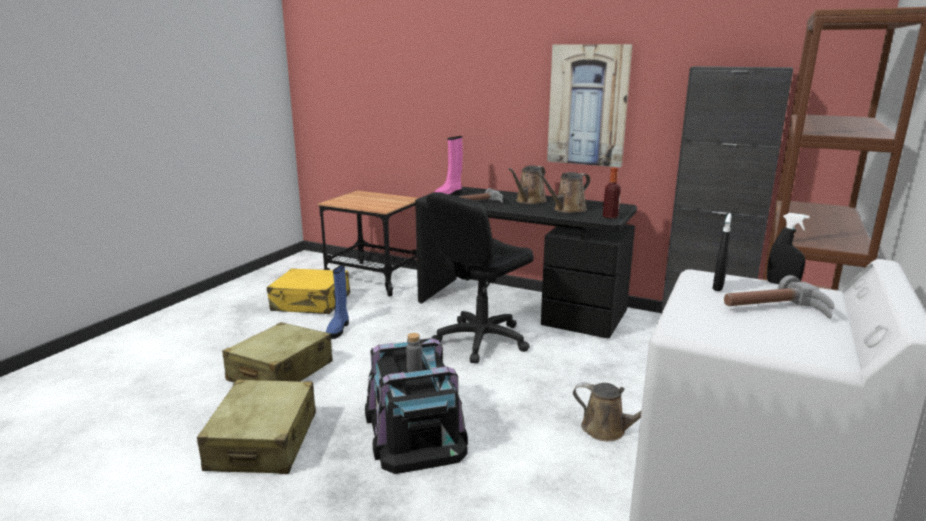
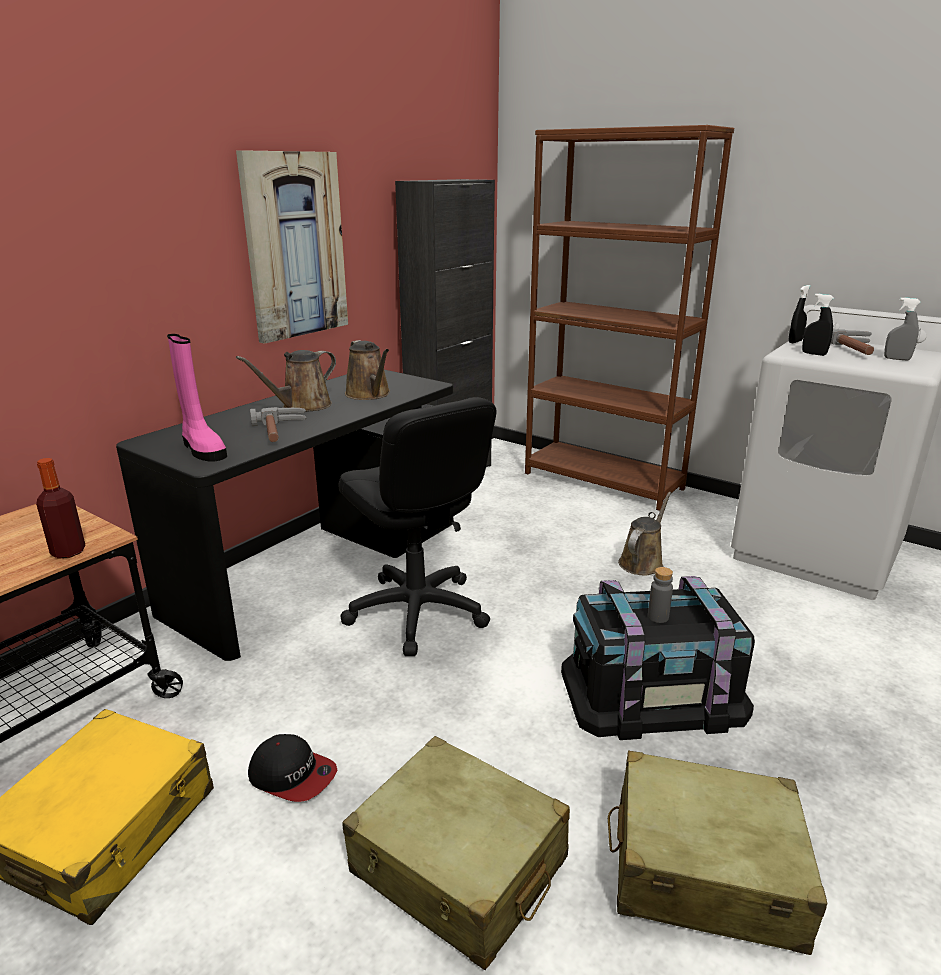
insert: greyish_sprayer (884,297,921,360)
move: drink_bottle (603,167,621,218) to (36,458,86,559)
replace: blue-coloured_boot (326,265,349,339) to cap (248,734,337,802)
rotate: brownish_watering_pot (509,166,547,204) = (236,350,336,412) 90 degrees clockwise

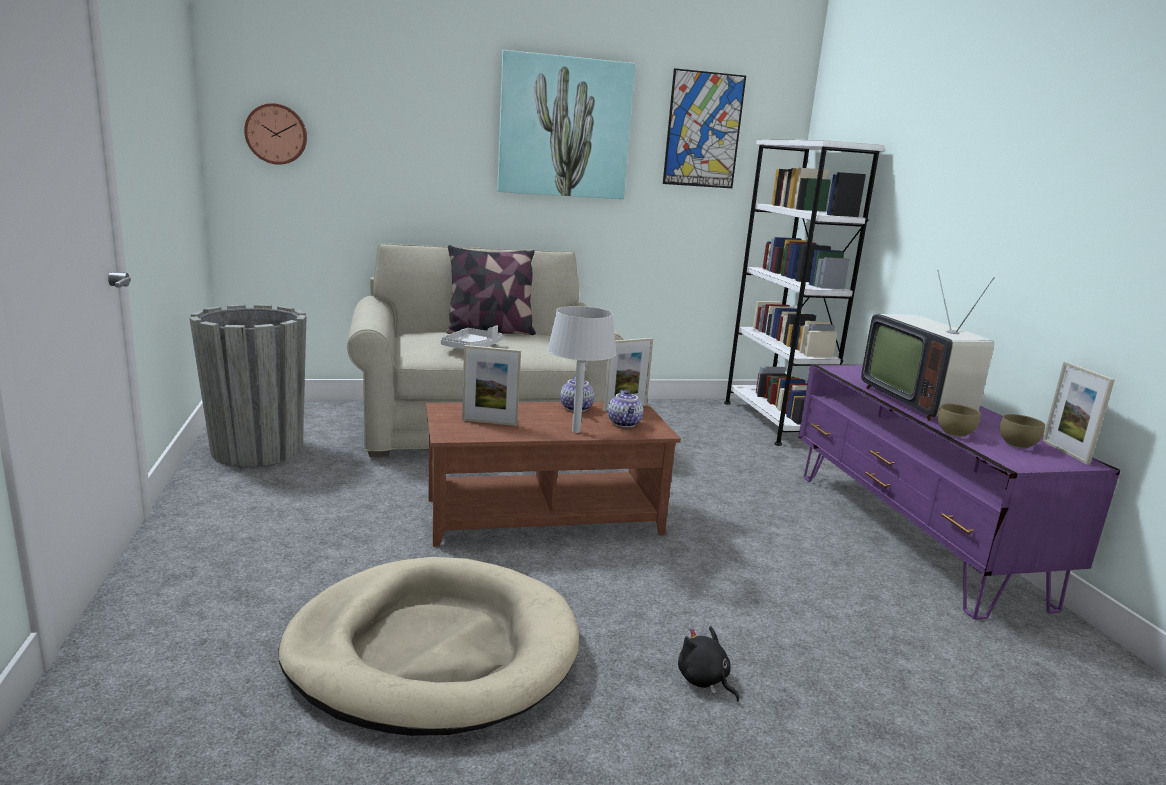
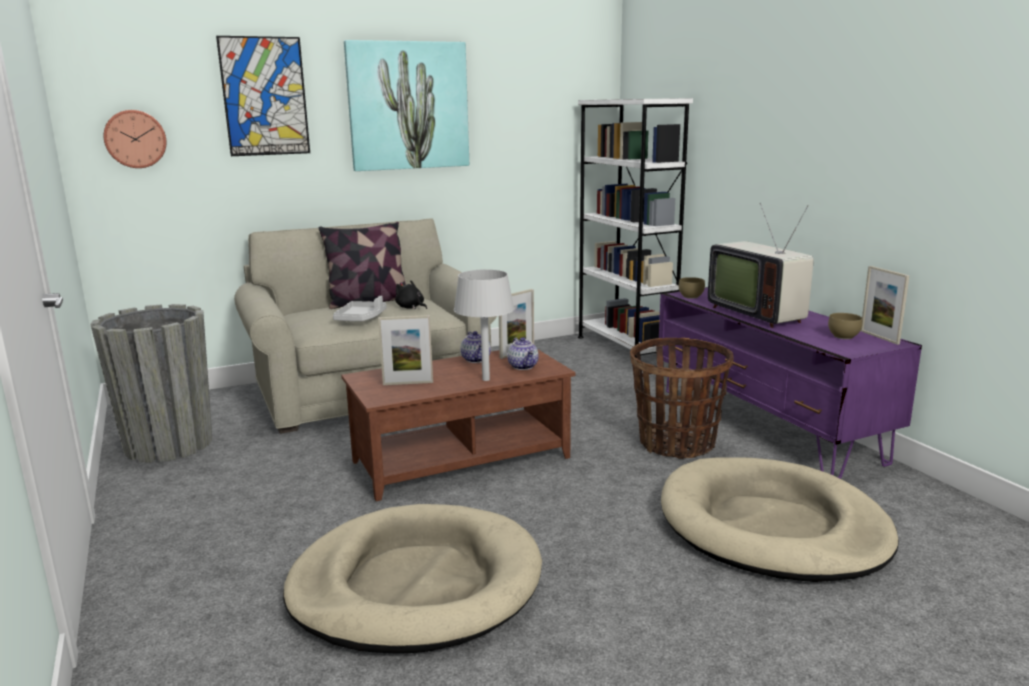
insert: basket (630,338,733,459); beige-coloured_dog_cushion (661,457,899,582)
move: wall_picture (663,68,746,188) to (216,36,310,156); black_cuddly_toy (678,626,739,702) to (395,281,427,309); brownish_serving_bowl (938,404,981,437) to (679,277,705,299)

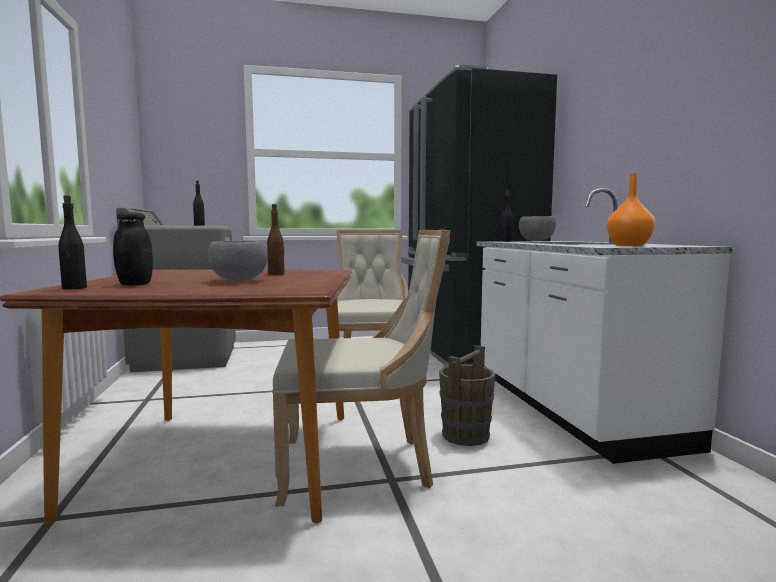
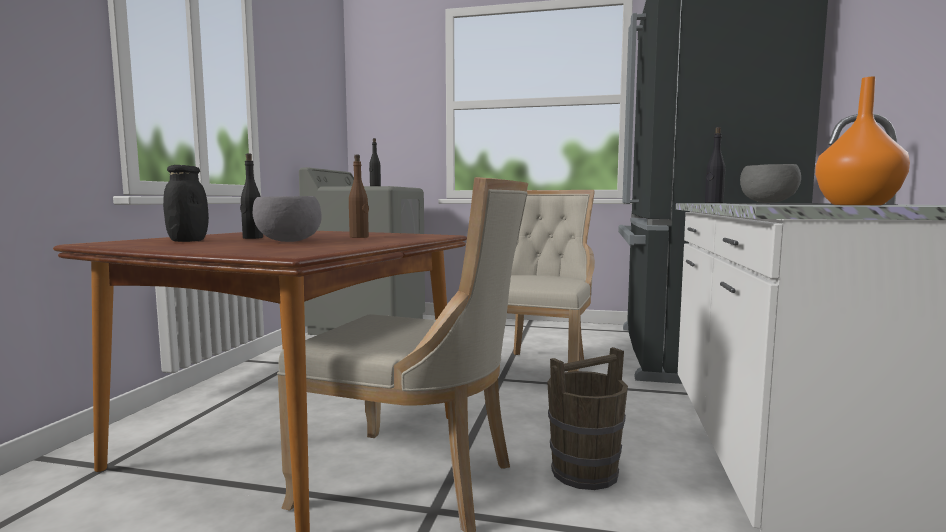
move: black_drink_bottle (58,195,87,289) to (240,153,263,239)

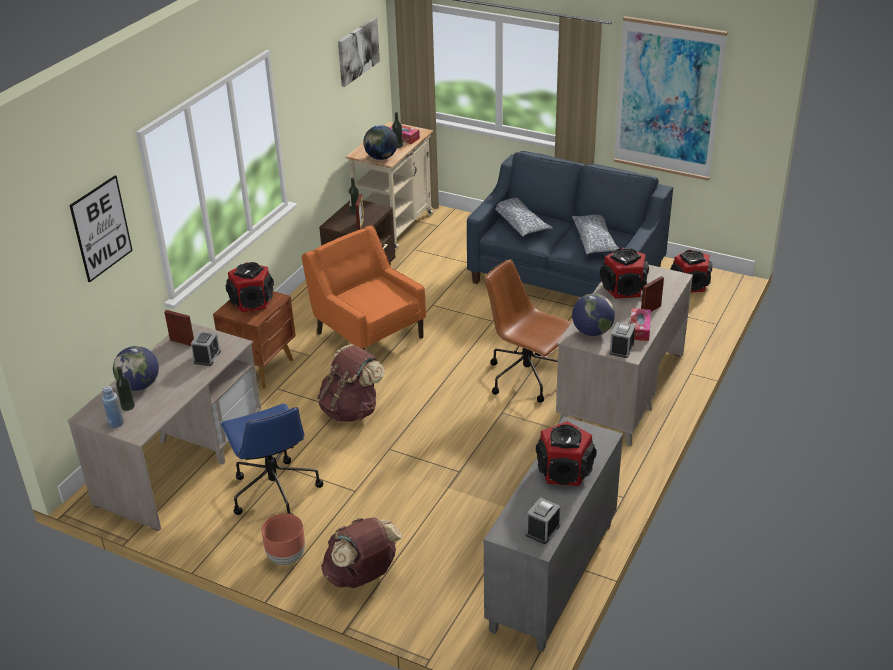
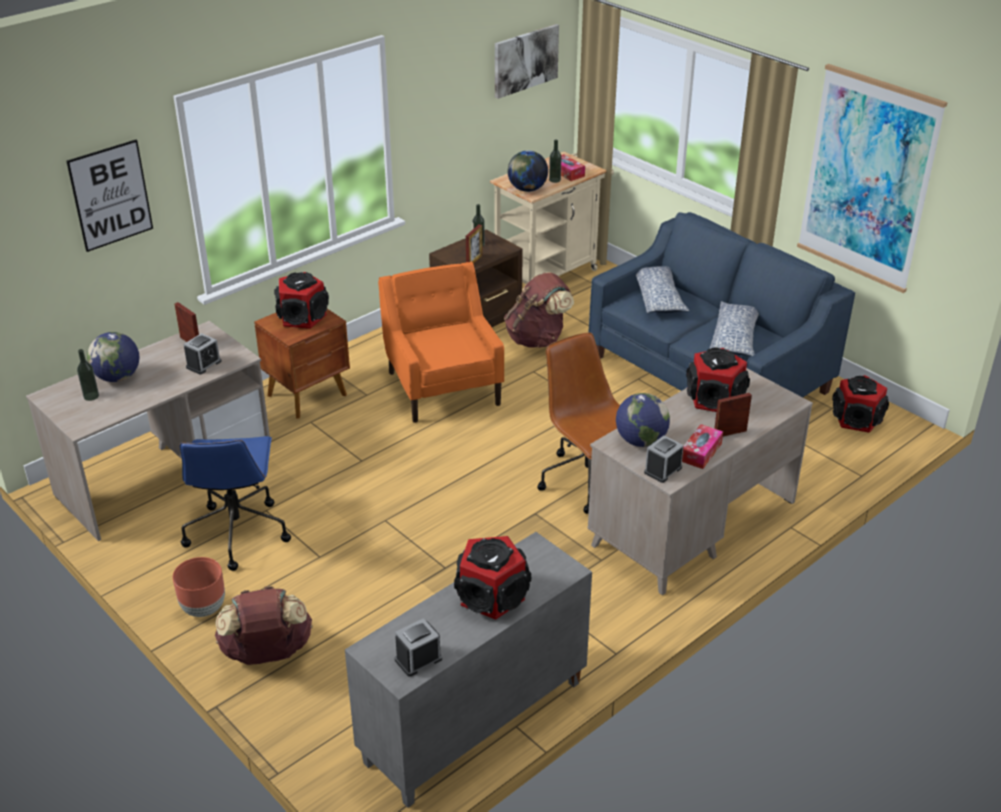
delete: blue-coloured_drink_bottle (102,386,124,428)
move: brownish_rucksack (317,344,385,422) to (504,272,574,348)

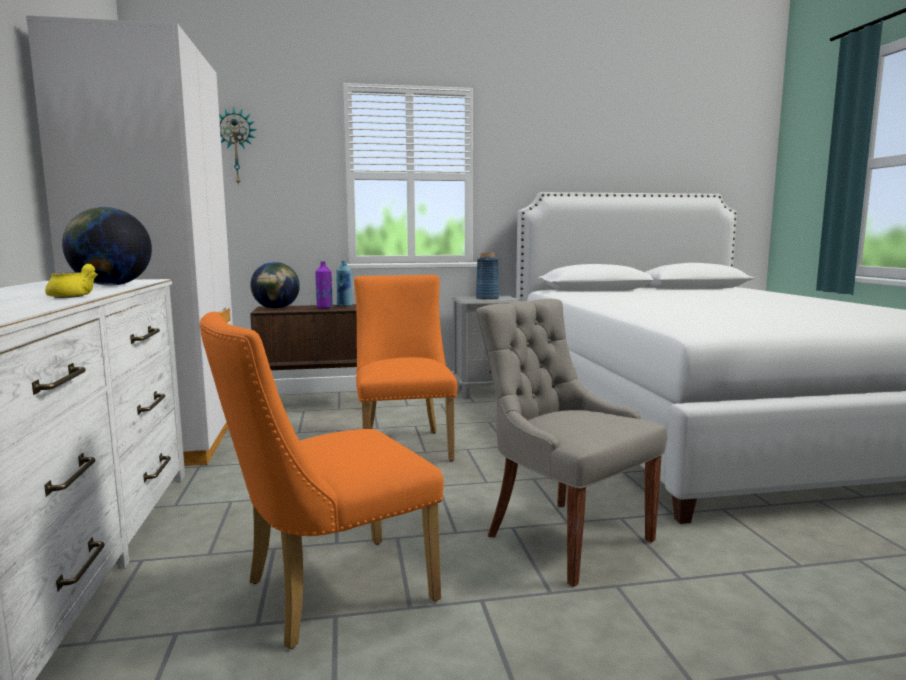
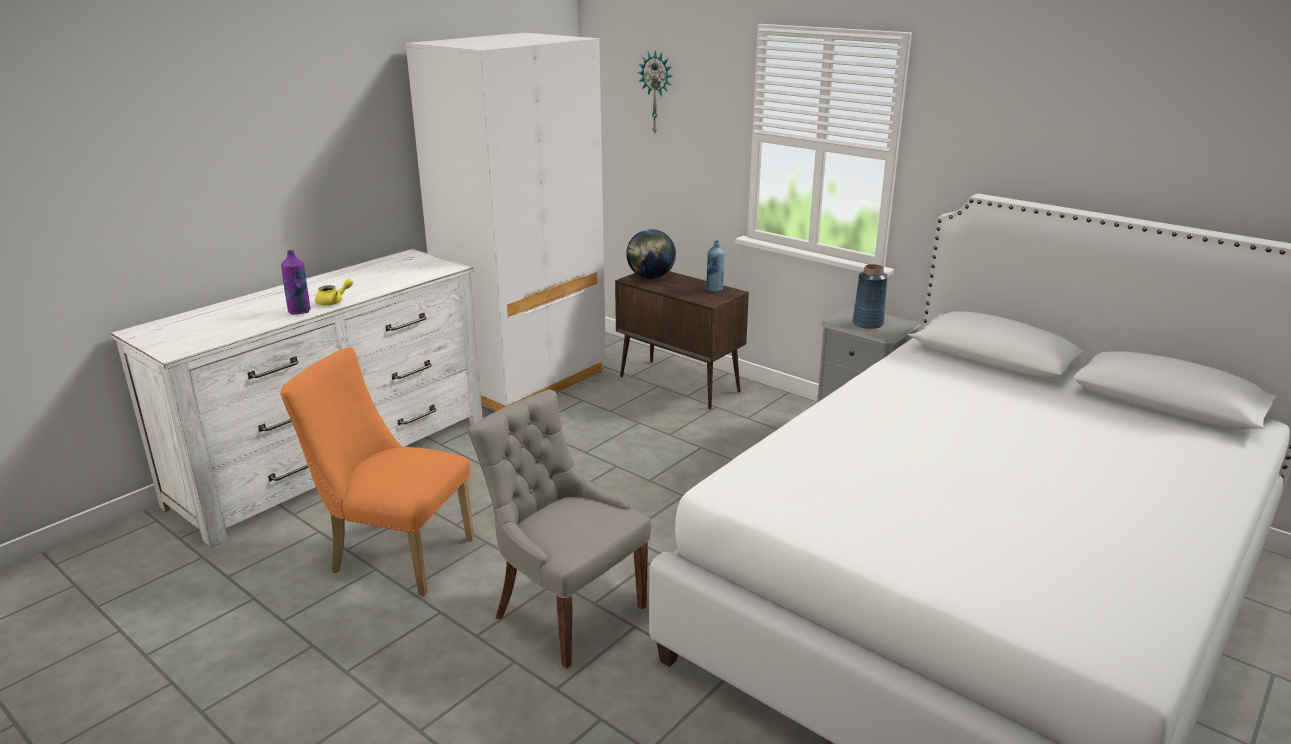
delete: world_globe (62,207,152,286); orange_upright_chair (354,275,457,461)
move: purple_drink_bottle (315,261,333,309) to (281,250,310,315)
rotate: greyish_upright_chair (476,299,667,587) = (468,389,651,668) 60 degrees counterclockwise

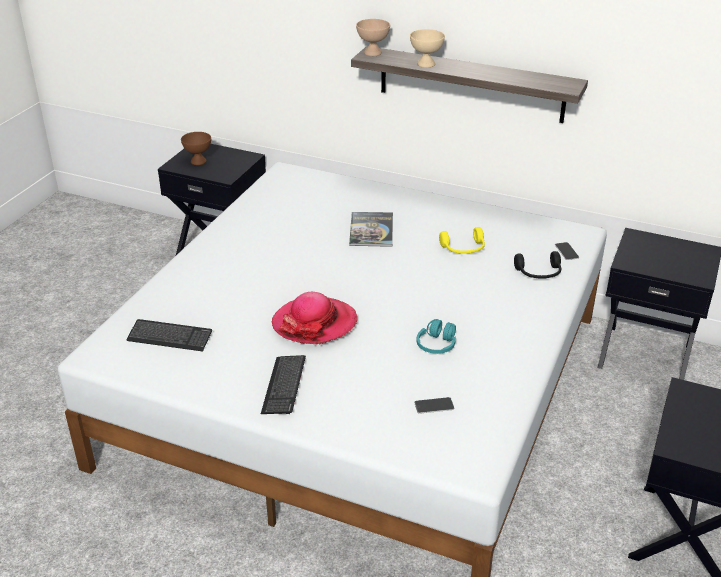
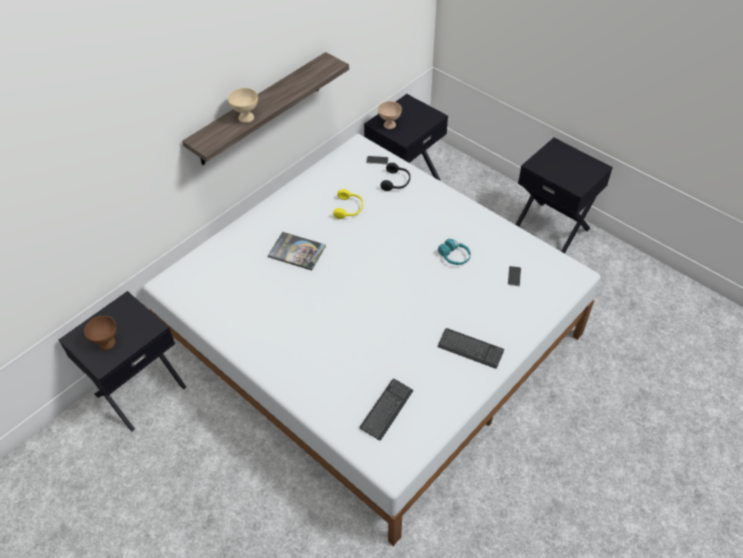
delete: wearable_hat (271,292,357,344)
move: beige-coloured_serving_bowl (356,19,390,56) to (378,101,402,129)

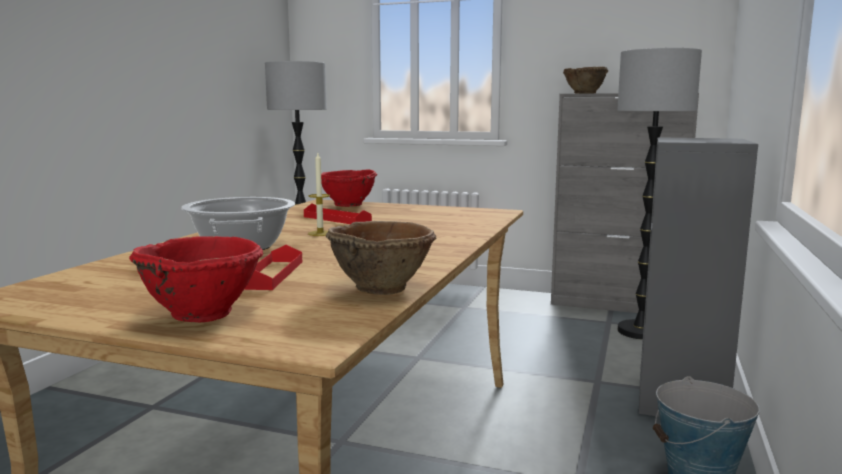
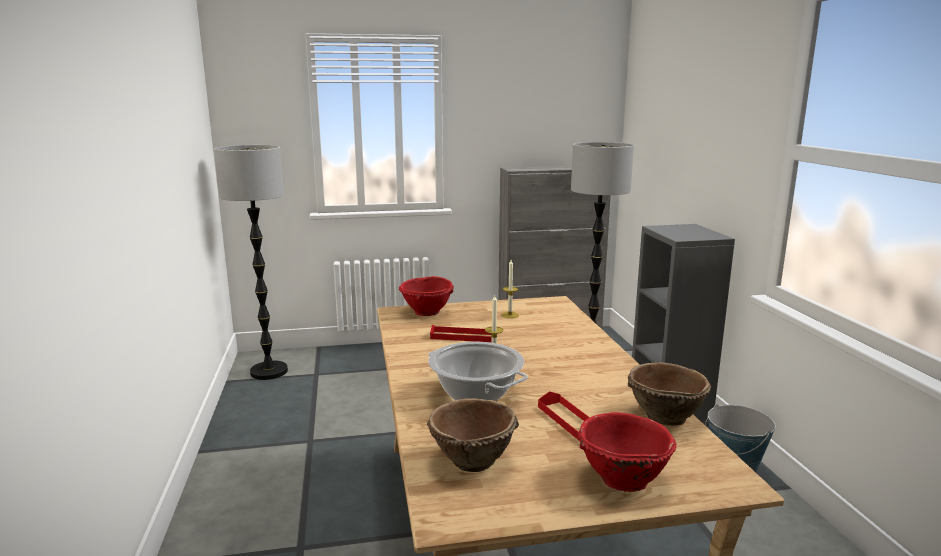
insert: wax_light (501,260,519,318)
move: brownish_serving_bowl (563,67,608,94) to (427,398,519,472)

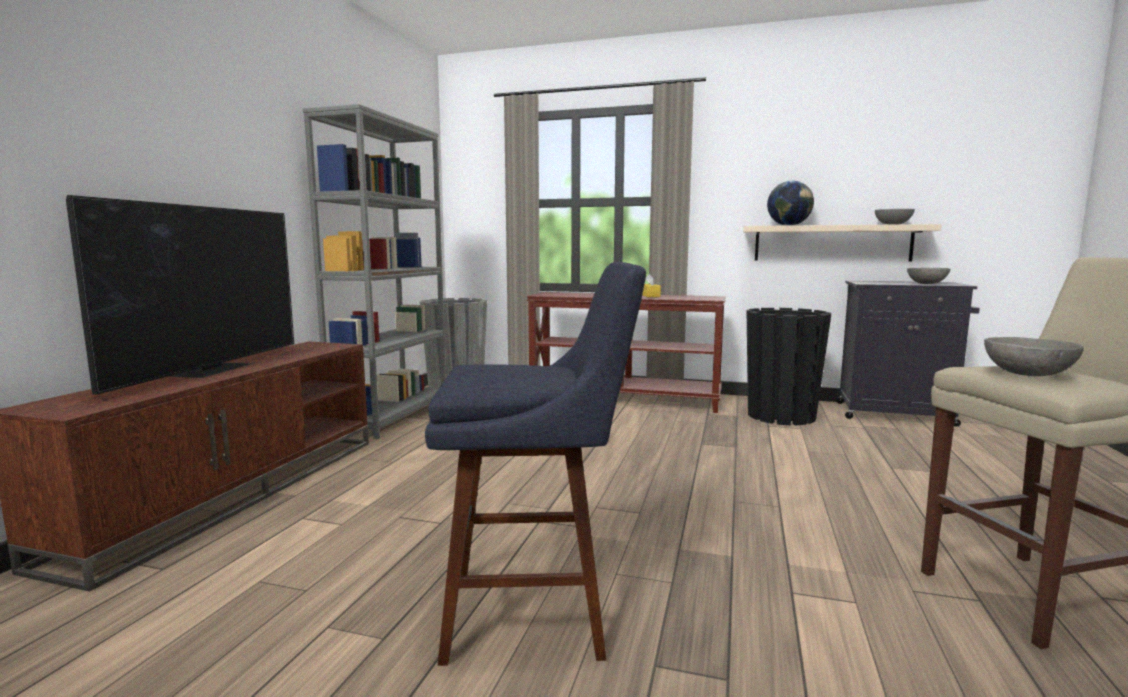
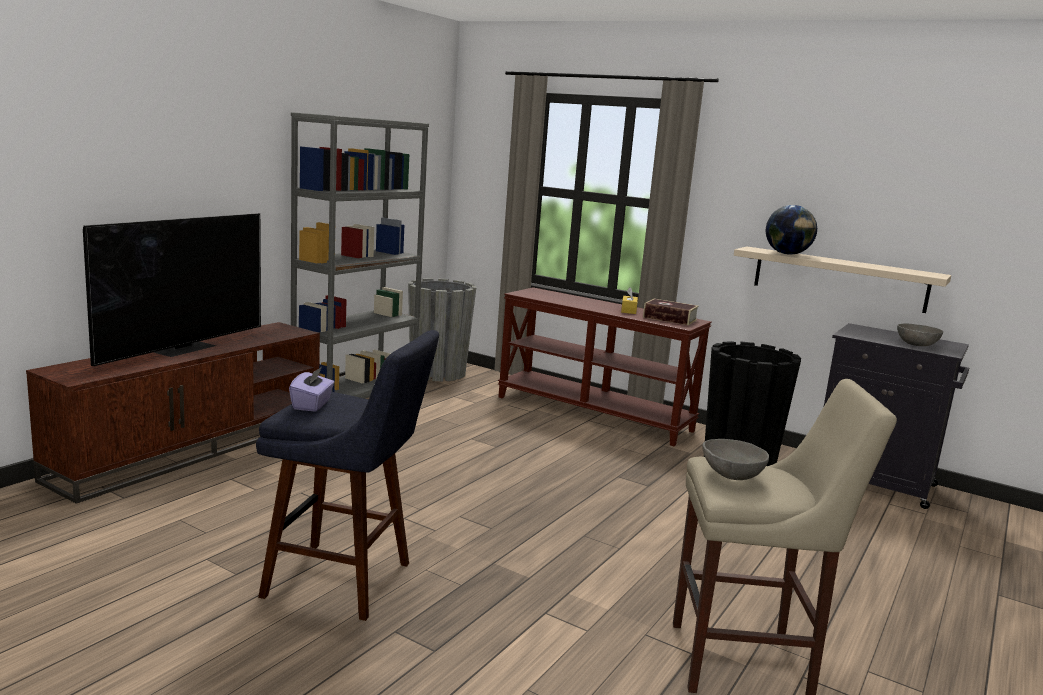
delete: greyish_serving_bowl (875,209,915,225)
insert: purple_tissue_holder (289,367,334,412); bound_book (643,299,699,325)

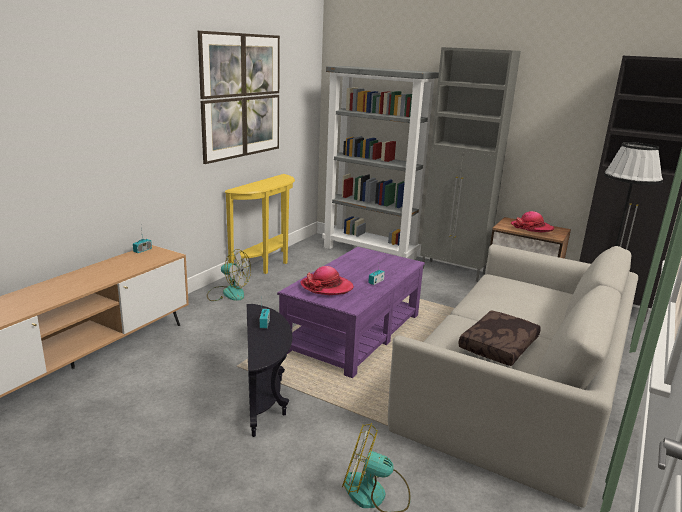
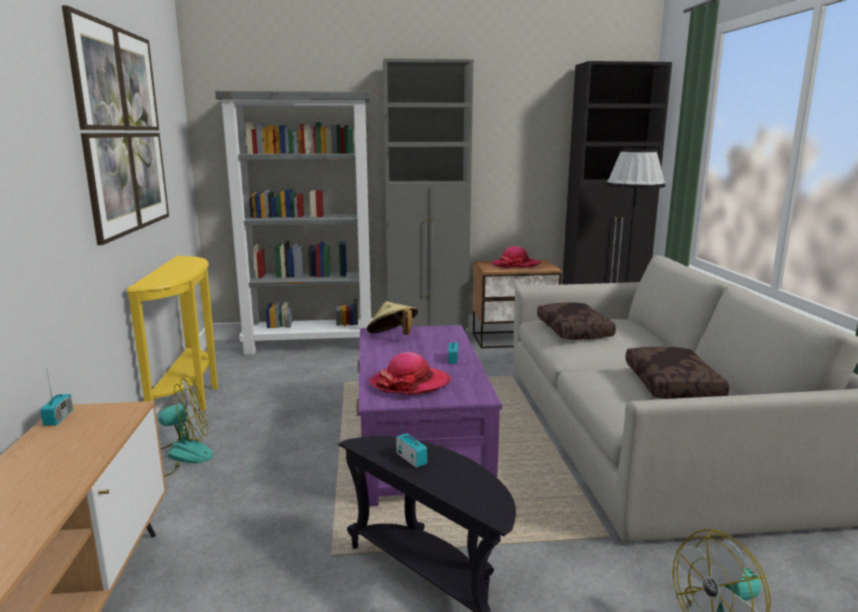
insert: beige-coloured_wearable_hat (367,301,418,335); brownish_cushion (537,302,616,340)

